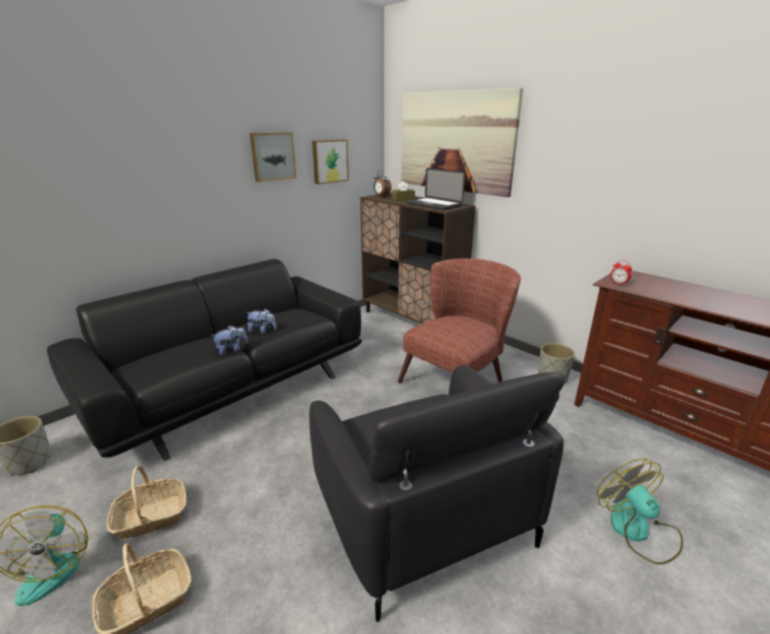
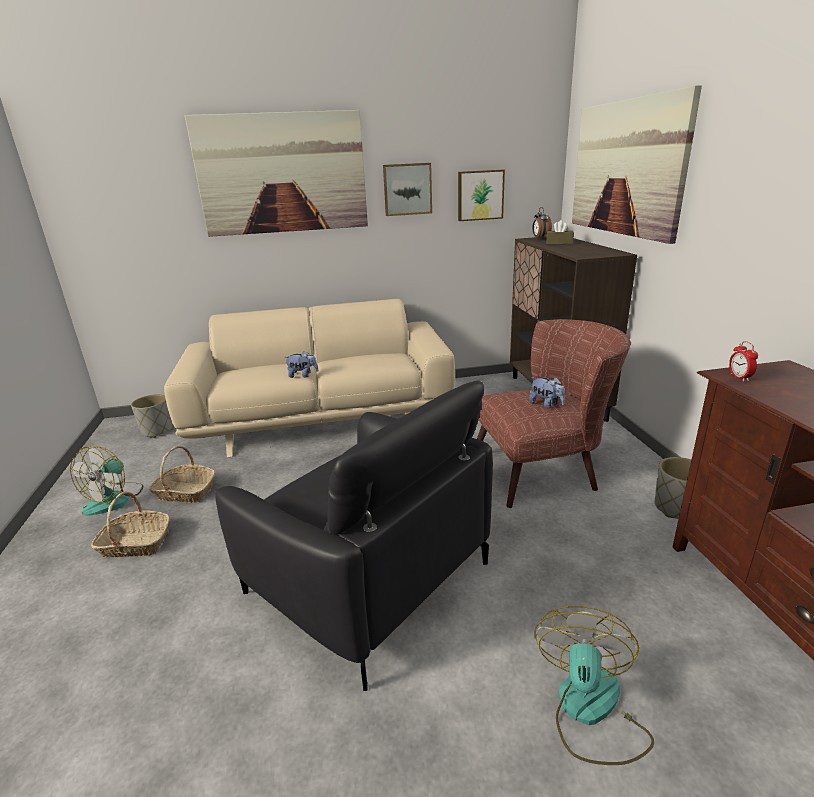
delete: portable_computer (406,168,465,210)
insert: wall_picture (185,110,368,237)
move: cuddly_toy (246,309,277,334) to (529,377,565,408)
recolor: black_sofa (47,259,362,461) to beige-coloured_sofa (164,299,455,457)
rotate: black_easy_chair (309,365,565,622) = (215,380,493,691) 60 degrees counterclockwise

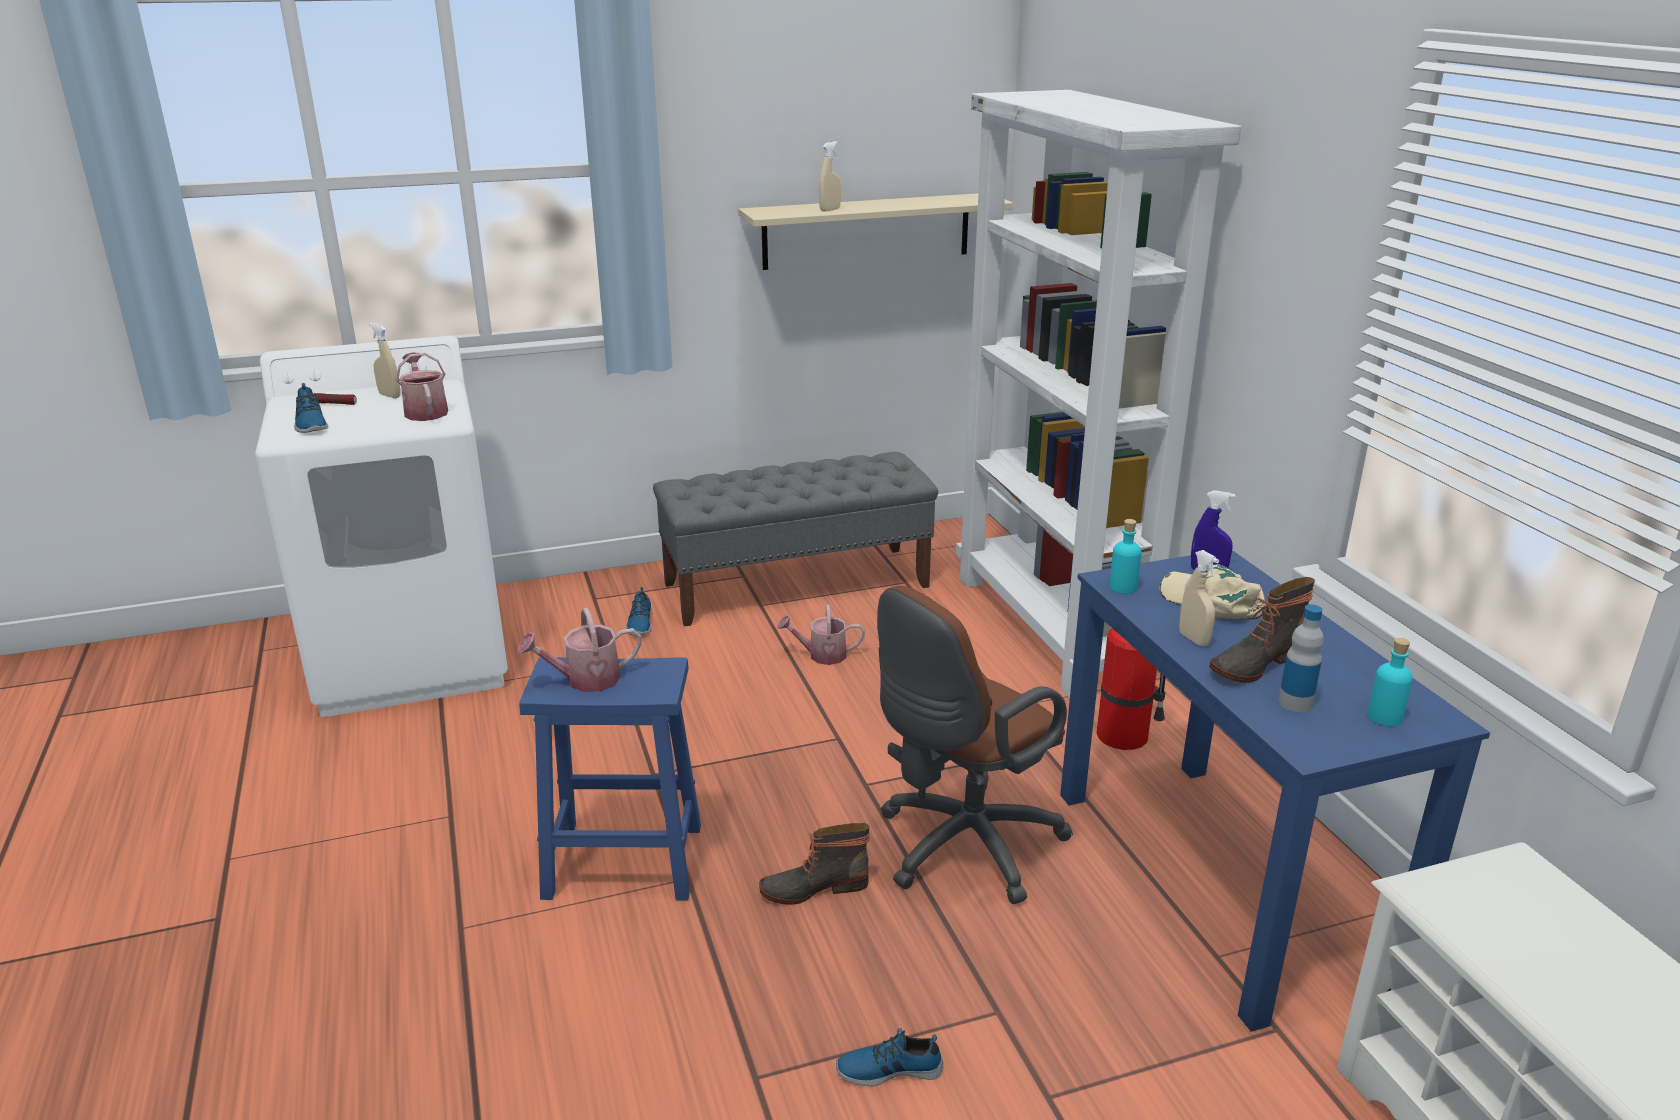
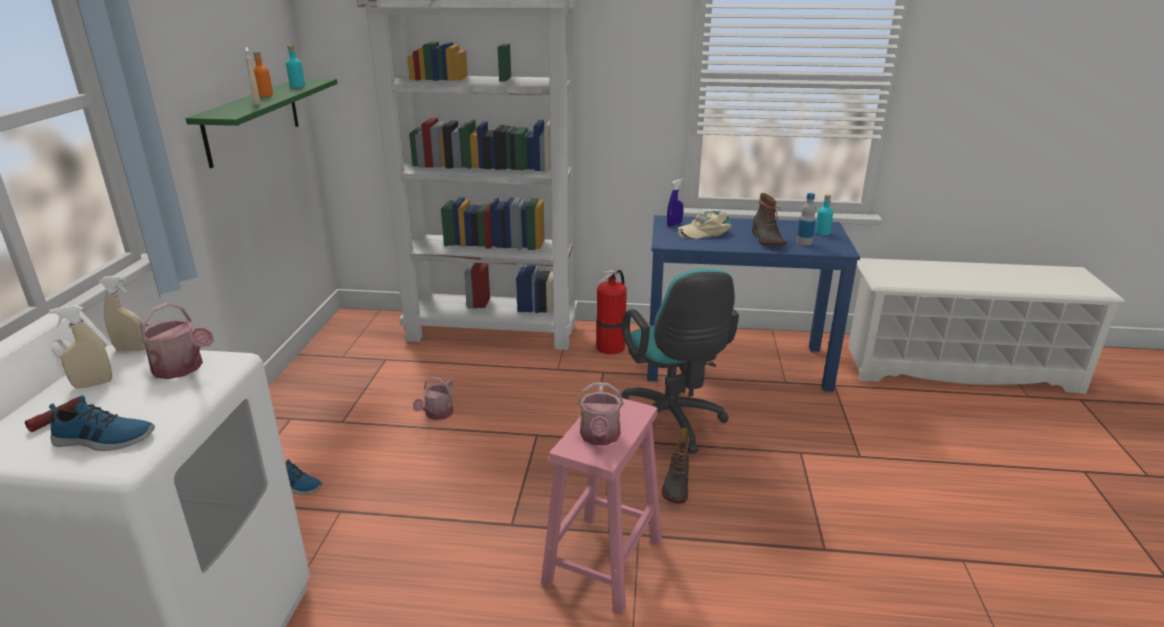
delete: greyish_bench (653,452,938,627); shoe (836,1028,943,1086)
insert: orange_drink_bottle (253,52,273,97)
move: beige-coloured_sprayer (1179,550,1219,646) to (98,276,146,351); turquoise_drink_bottle (1110,519,1141,594) to (286,45,305,88)
recolor: beige-coloured_bracket_shelf (738,193,1013,270) to green_bracket_shelf (186,78,338,168); blue-coloured_stool (519,657,701,901) to pink_stool (541,397,662,615); brownish_computer_chair (877,586,1073,904) to turquoise_computer_chair (618,269,739,454)
rotate: watering_pot (396,352,448,421) = (139,303,214,379) 150 degrees counterclockwise

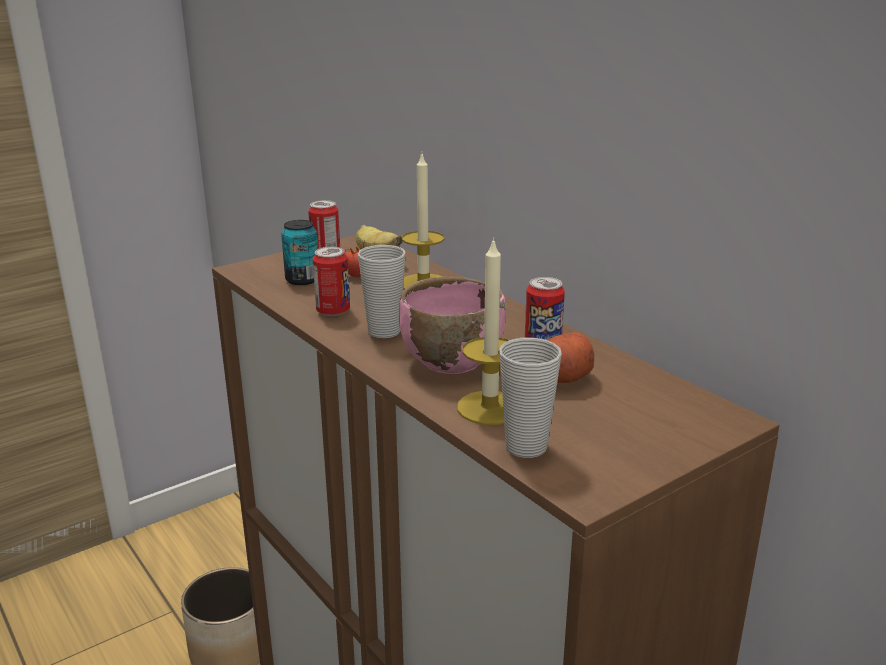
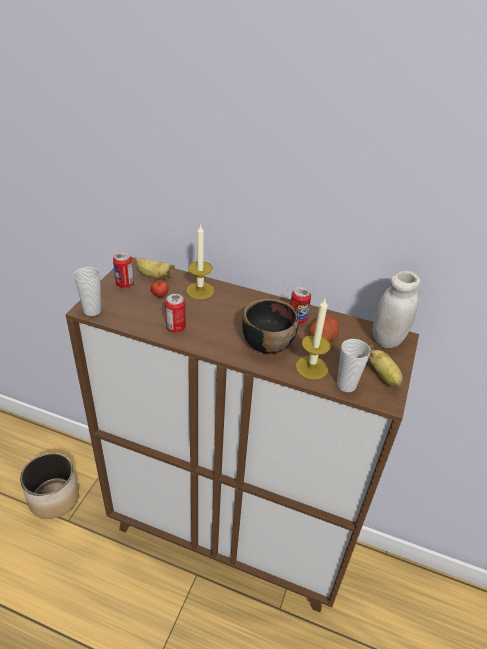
delete: can (281,220,318,285)
insert: whole_banana (369,345,403,388); white-coloured_preserve_jar (373,271,420,348)
move: drinking_cup (358,245,406,338) to (73,267,102,316)
recolor: pink_serving_bowl (399,277,506,374) to black_serving_bowl (242,299,298,354)

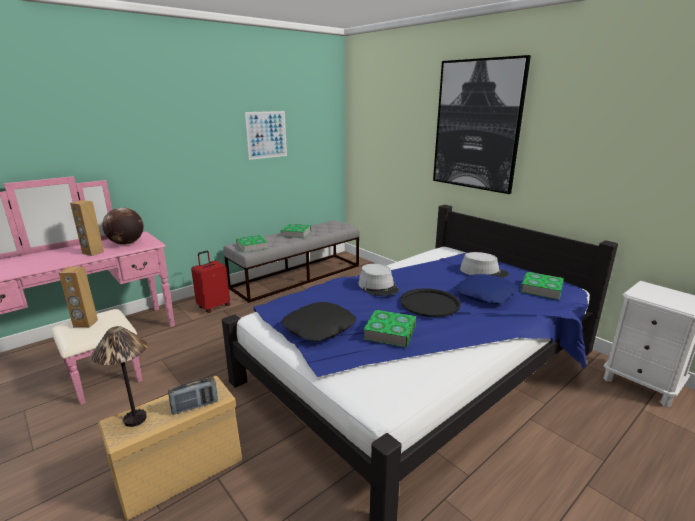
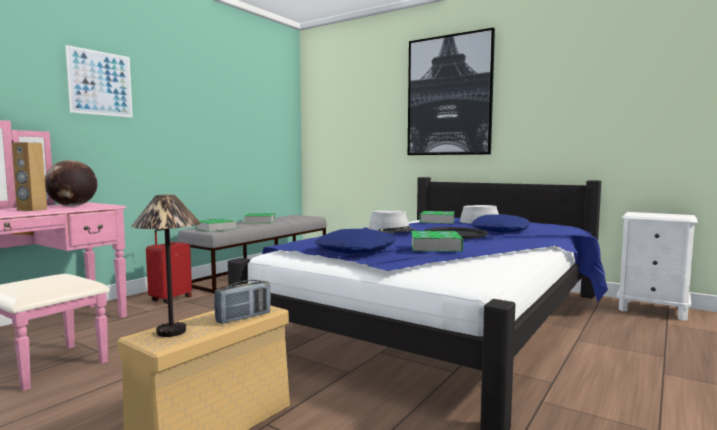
delete: brownish_speaker (59,267,98,328)
move: wall_picture (245,111,287,160) to (65,45,133,118); bound_book (520,272,564,300) to (420,211,455,224)
recolor: black_cushion (282,302,356,342) to blue-coloured_cushion (315,229,397,254)

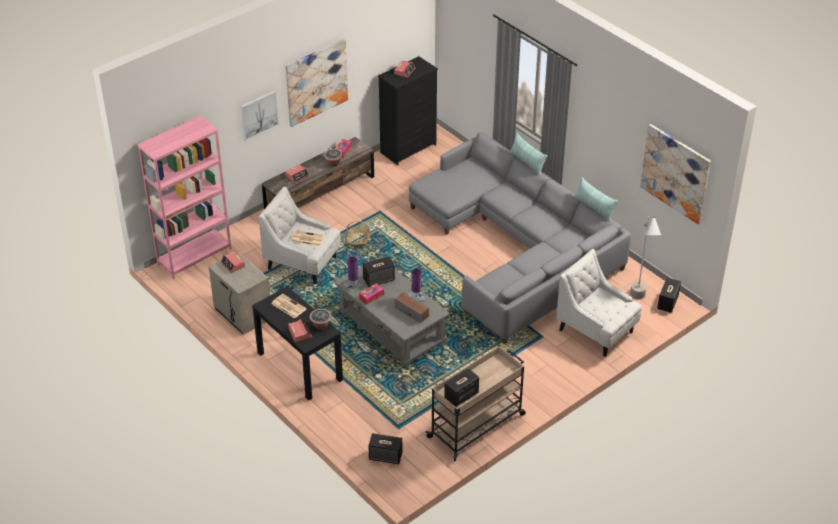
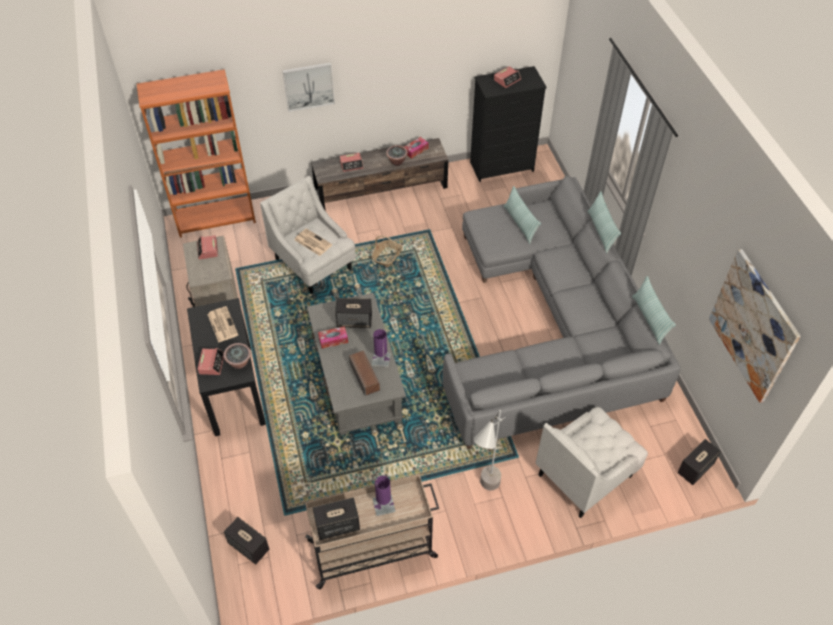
delete: wall_picture (285,39,348,127)
insert: cushion (504,186,541,244)
move: purple_table_lamp (344,257,363,292) to (372,476,396,516); greyish_standing_lamp (630,216,661,300) to (474,410,506,490)
recolor: pink_bookcase (137,115,231,279) to orange_bookcase (137,69,256,238)
rotate: white-coloured_easy_chair (556,249,642,357) = (536,407,648,518) 105 degrees counterclockwise

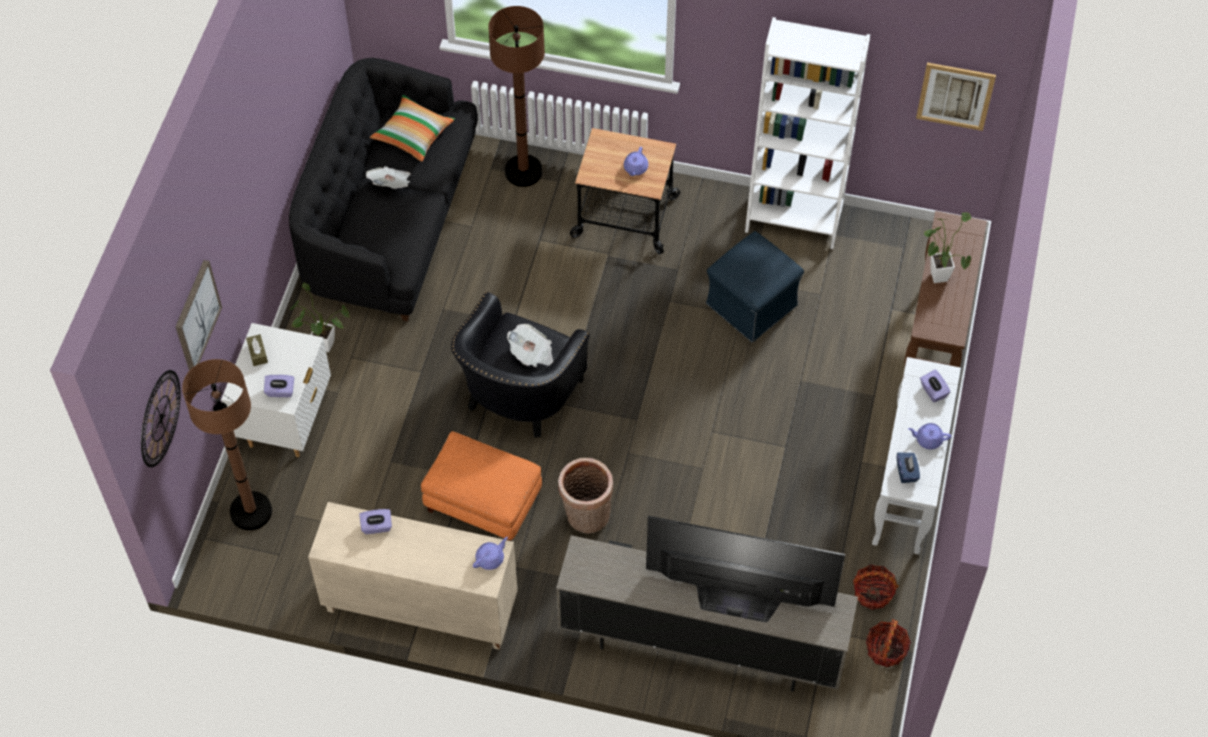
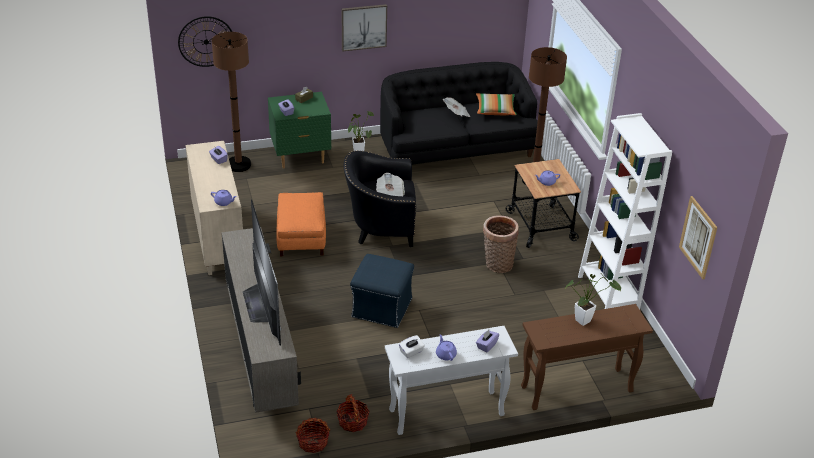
move: wall_picture (175,260,222,371) to (342,4,387,51); blue-coloured_ottoman (706,231,804,342) to (350,254,414,328); basket (558,458,613,534) to (483,215,519,273)
recolor: white-coloured_bedside_table (221,323,331,457) to green_bedside_table (268,92,331,169); blue-coloured_tissue_holder (897,452,920,483) to white-coloured_tissue_holder (399,335,425,358)

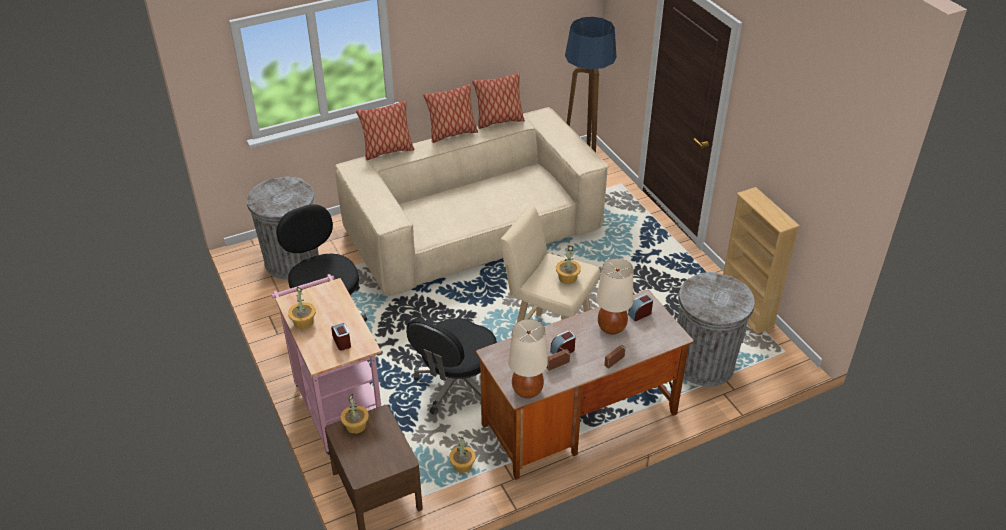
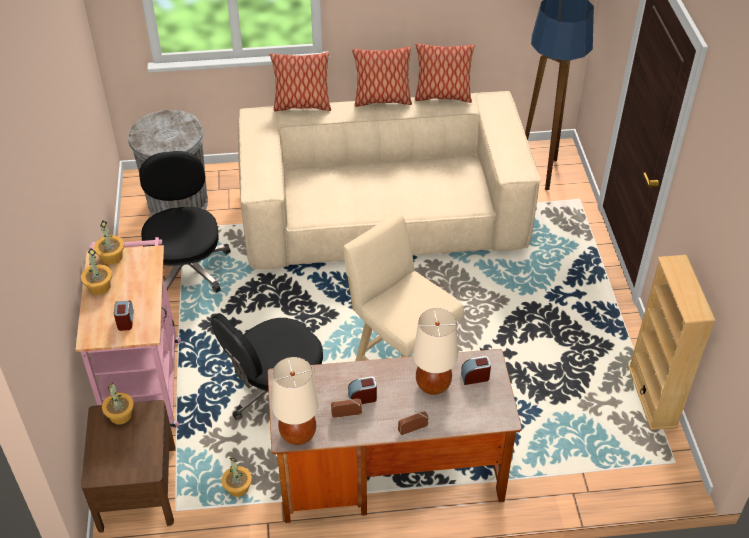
delete: greyish_waste_bin (677,272,754,387)
move: potted_plant (556,246,581,284) to (94,220,124,265)

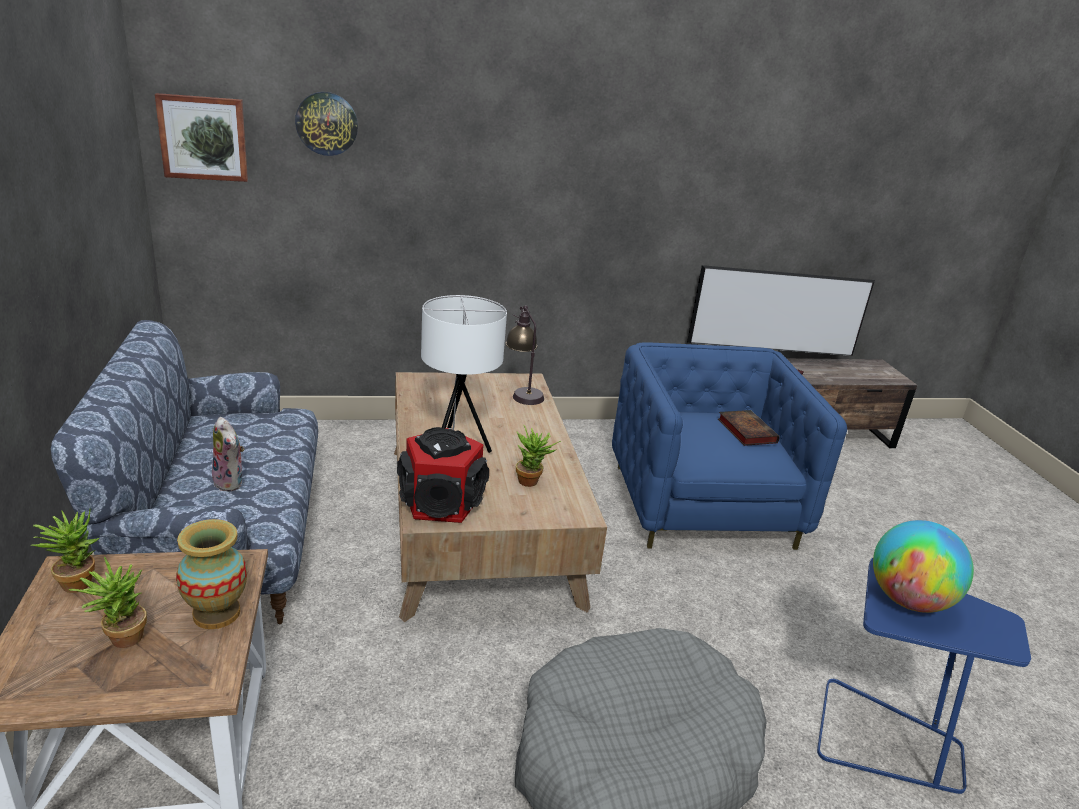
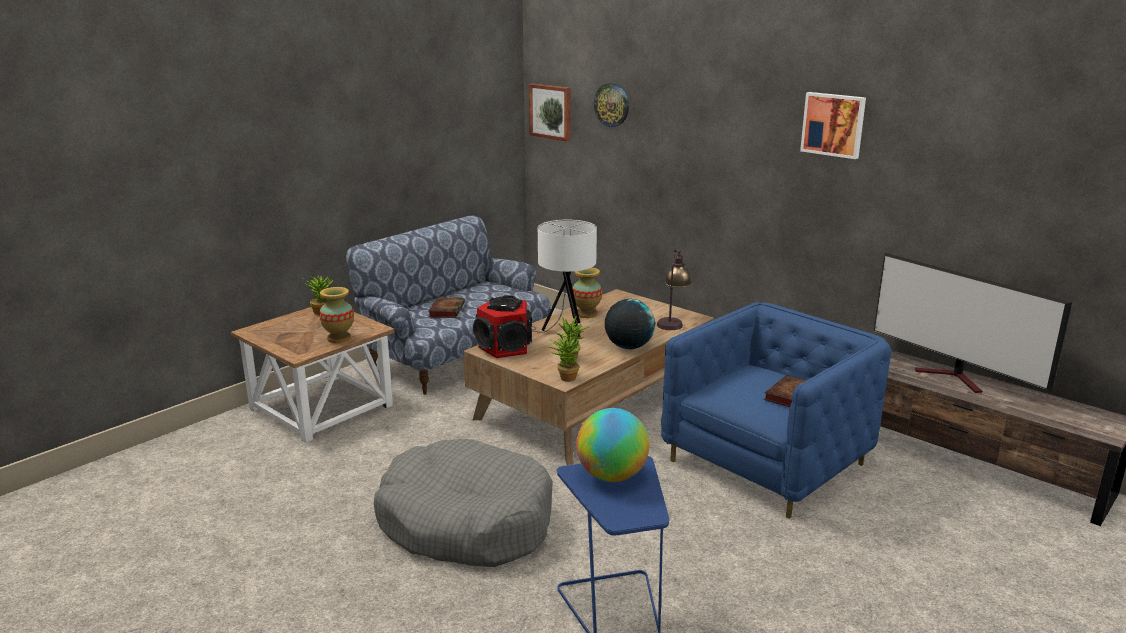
insert: flower_vase (572,267,602,318); world_globe (605,299,655,349); wall_picture (800,92,866,159)
move: potted_plant (69,556,147,648) to (548,331,581,382)
replace: cuddly_toy (212,417,244,491) to bound_book (428,297,465,318)

